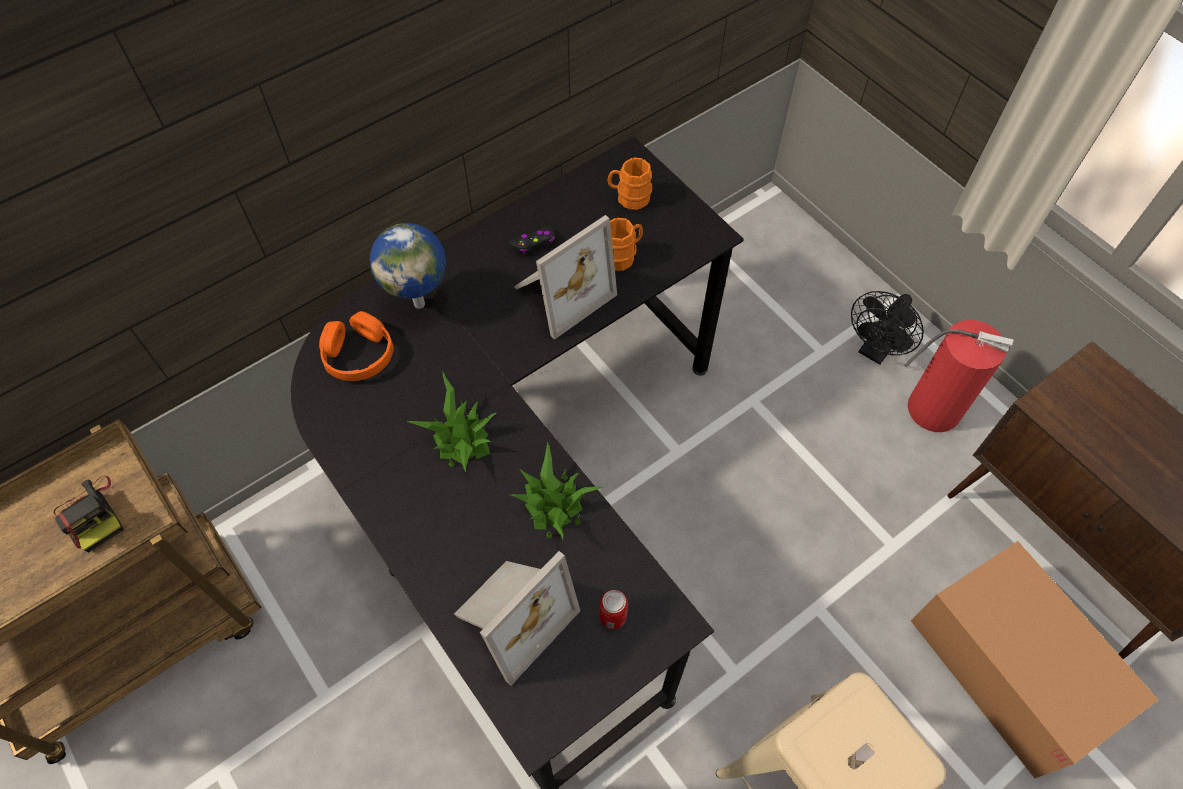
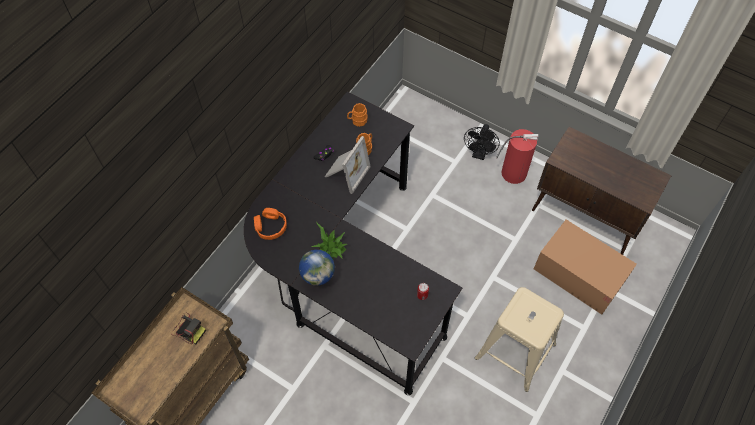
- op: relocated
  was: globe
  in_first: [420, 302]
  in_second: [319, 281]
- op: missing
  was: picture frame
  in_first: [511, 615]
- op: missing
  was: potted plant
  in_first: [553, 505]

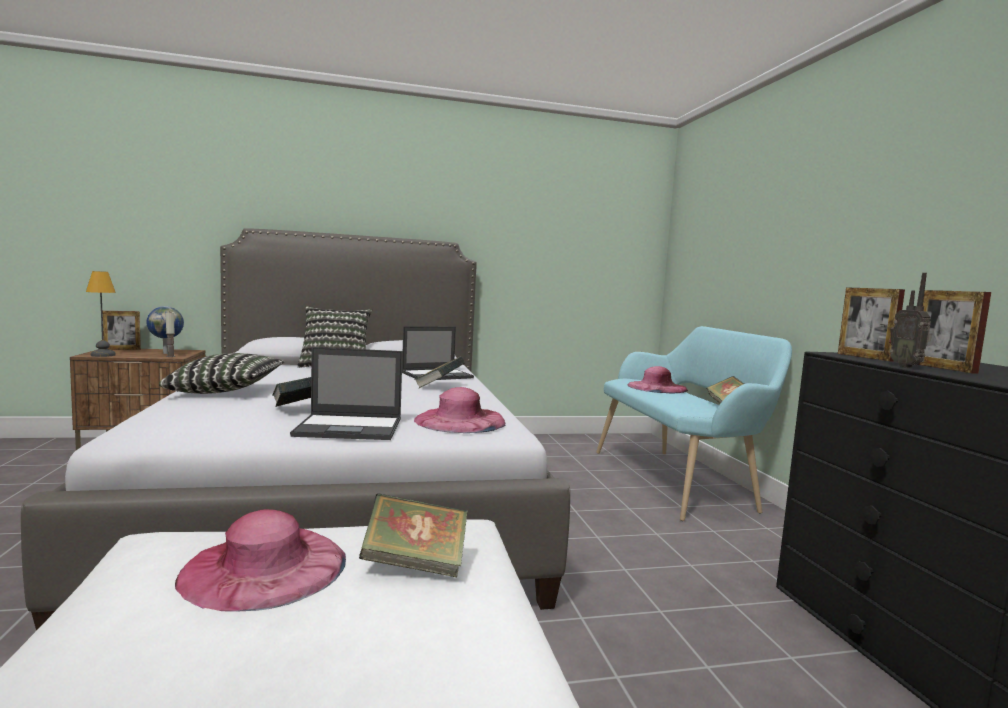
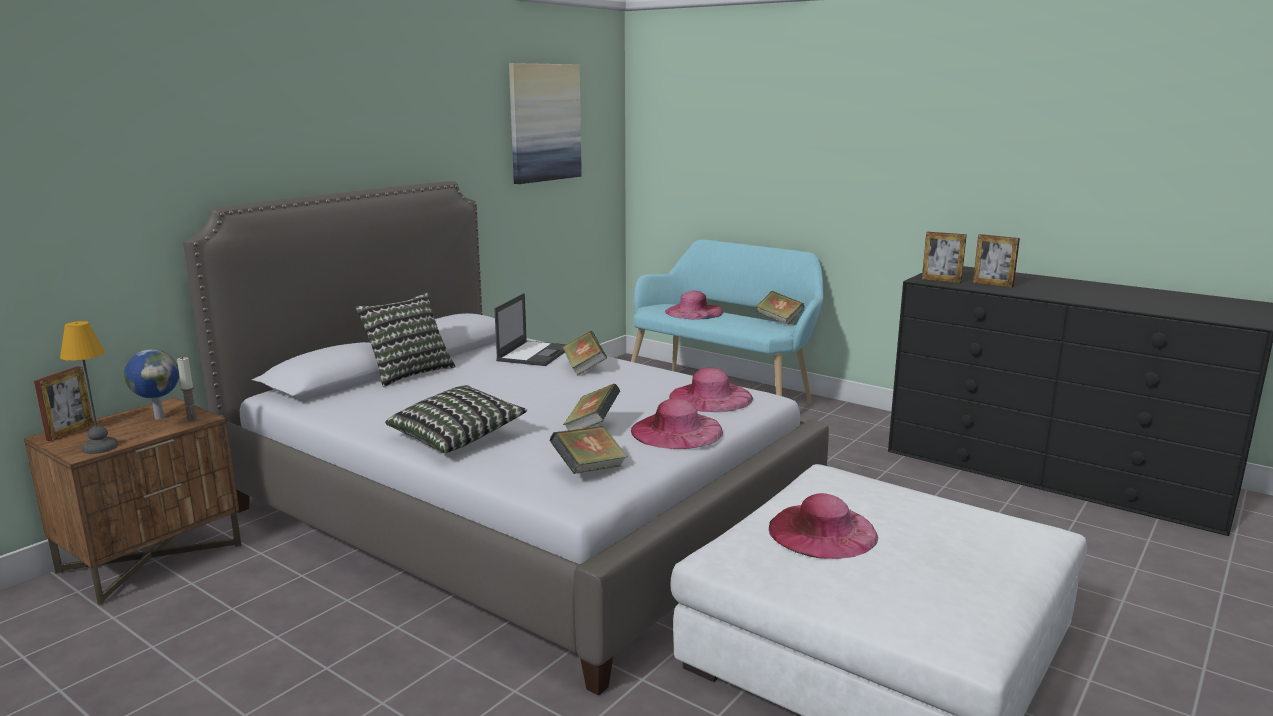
- op: exchanged
  was: laptop
  now: pink hat
  in_first: [350, 428]
  in_second: [676, 431]
- op: relocated
  was: book
  in_first: [415, 564]
  in_second: [589, 469]
- op: missing
  was: radio
  in_first: [907, 366]
- op: appeared
  now: picture
  in_second: [544, 123]

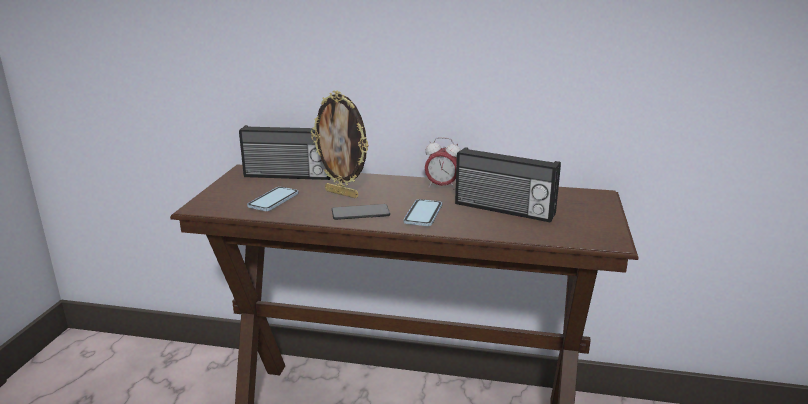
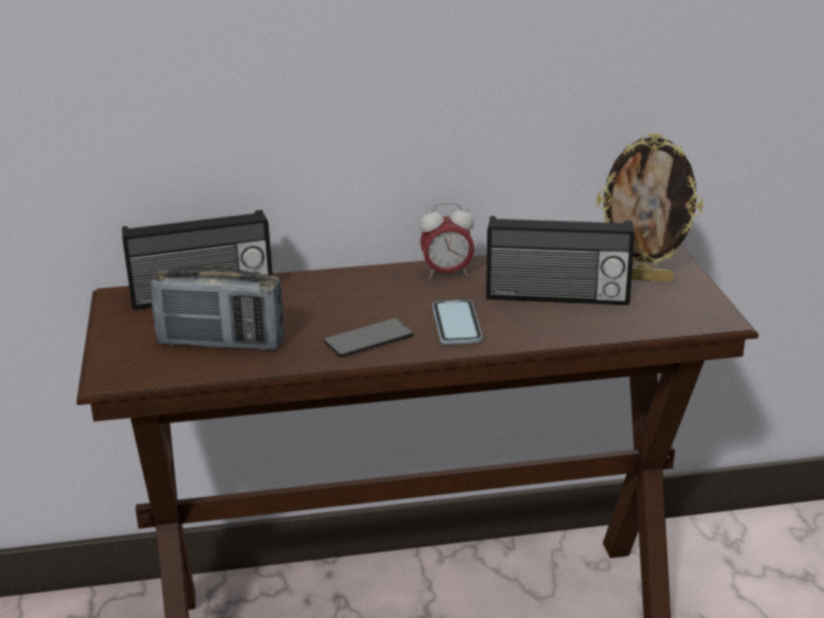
- op: exchanged
  was: phone
  now: radio
  in_first: [273, 200]
  in_second: [221, 343]
- op: relocated
  was: picture frame
  in_first: [342, 193]
  in_second: [643, 278]

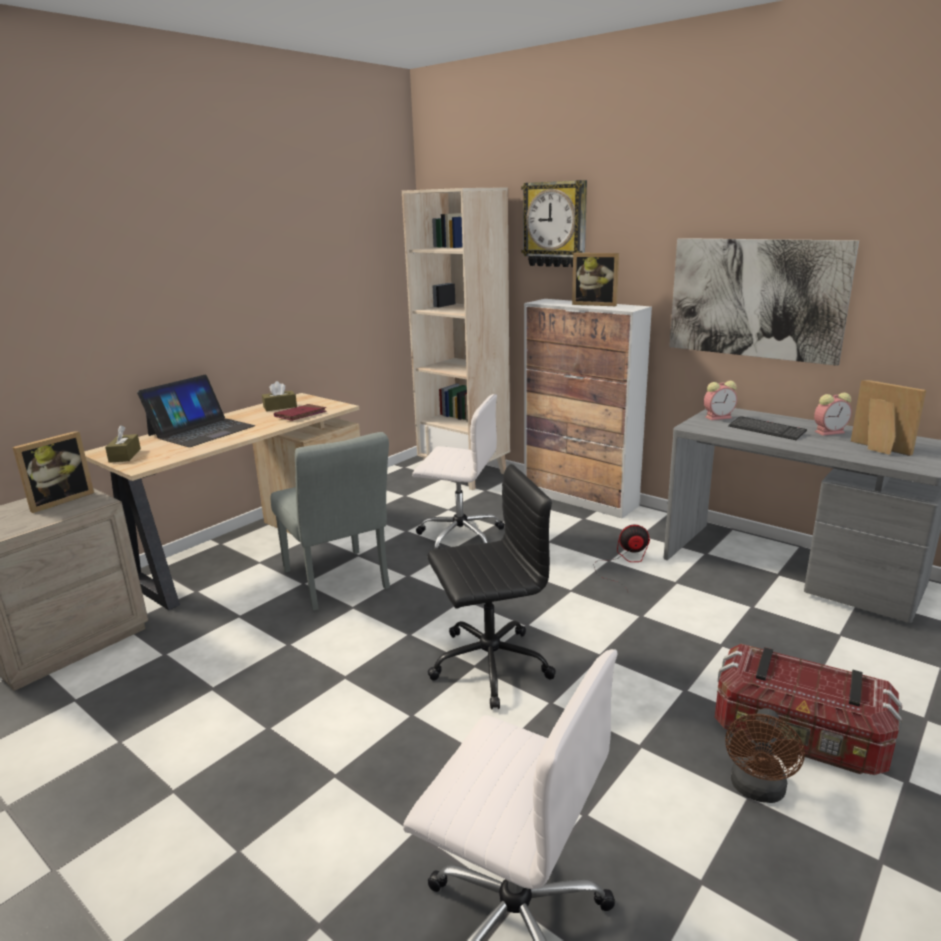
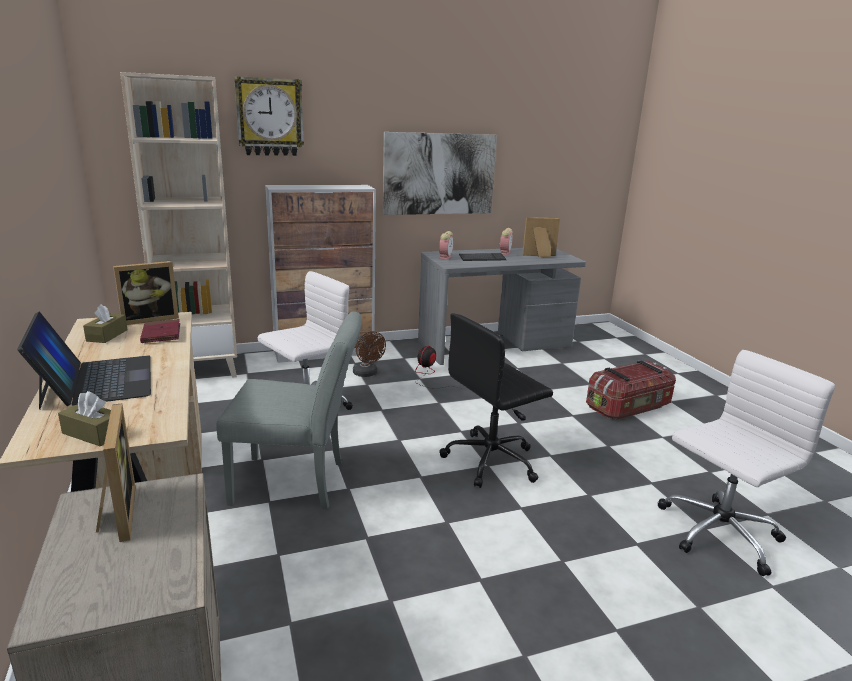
- op: spun
  was: black office chair
  in_first: [488, 665]
  in_second: [492, 460]
  clockwise: -135
- op: relocated
  was: picture frame
  in_first: [595, 304]
  in_second: [149, 319]
- op: relocated
  was: brown fan
  in_first: [757, 790]
  in_second: [367, 374]

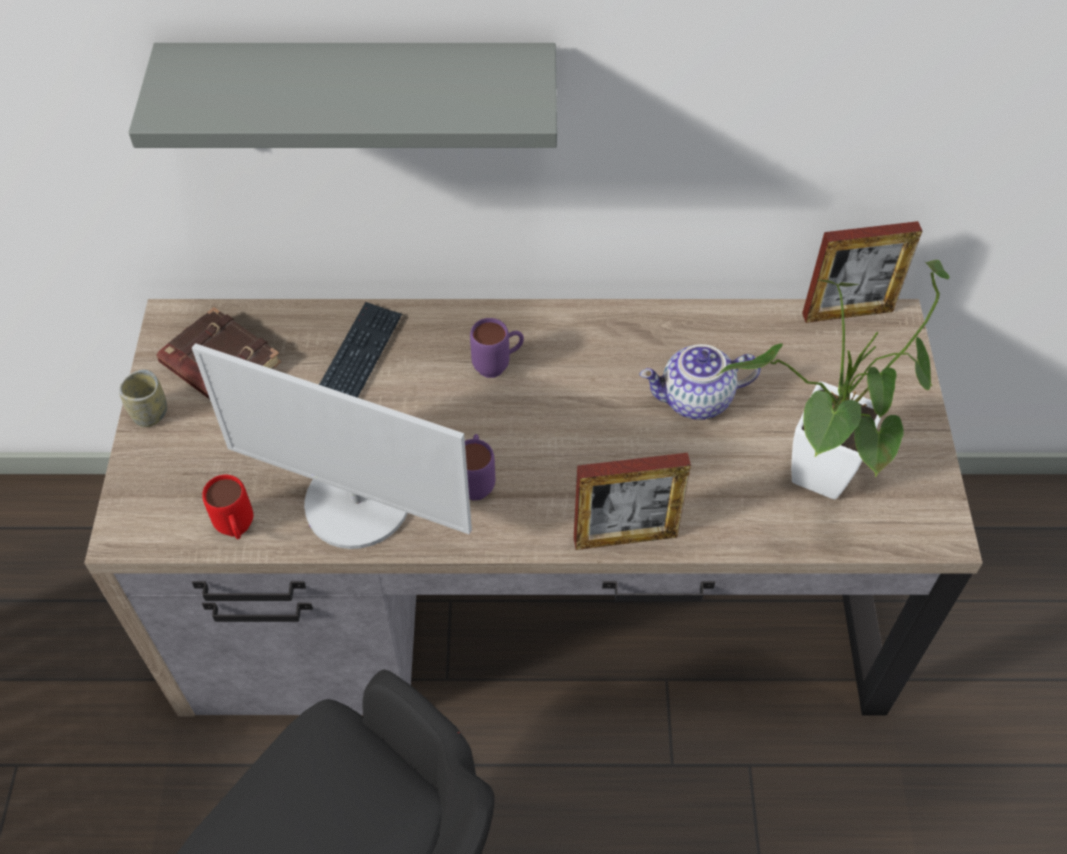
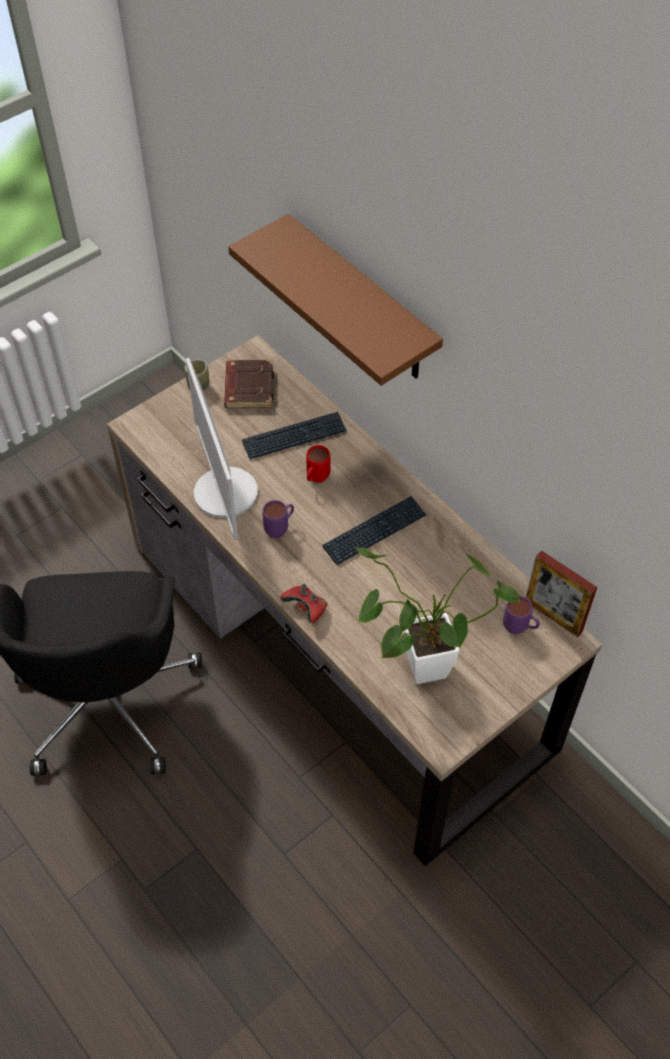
- op: colour
  was: grey shelf
  now: brown shelf
  in_first: [362, 95]
  in_second: [361, 302]
- op: relocated
  was: red mug
  in_first: [237, 531]
  in_second: [316, 479]
- op: relocated
  was: purple mug
  in_first: [498, 366]
  in_second: [519, 629]
- op: exchanged
  was: picture frame
  now: red game controller
  in_first: [625, 537]
  in_second: [306, 608]
- op: missing
  was: teapot
  in_first: [695, 401]
- op: appeared
  now: keyboard
  in_second: [375, 531]

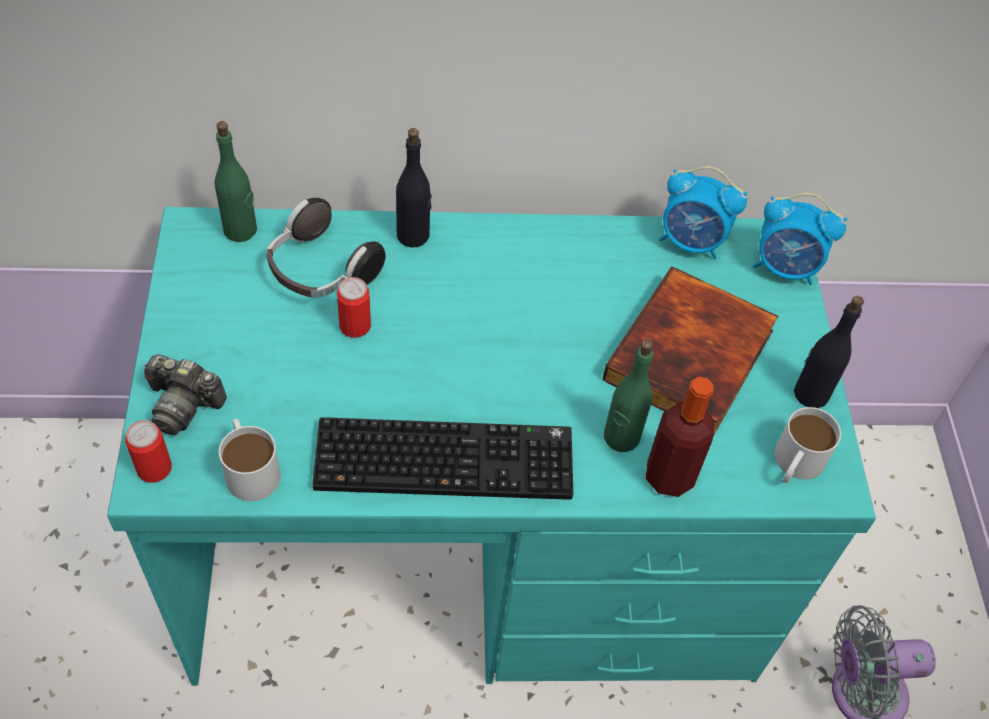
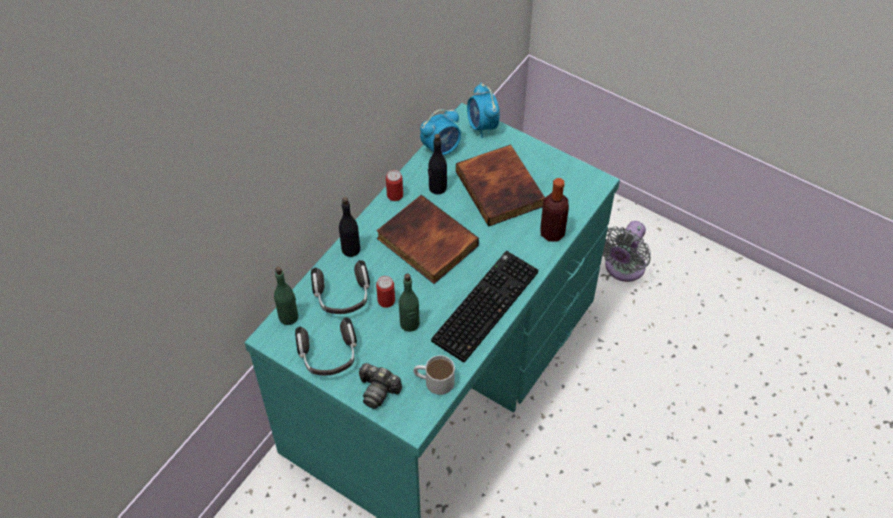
- op: relocated
  was: can
  in_first: [154, 468]
  in_second: [395, 195]
- op: spun
  was: photo camera
  in_first: [183, 404]
  in_second: [378, 390]
  clockwise: 60
- op: relocated
  was: green bottle
  in_first: [621, 437]
  in_second: [409, 324]
- op: spun
  was: alarm clock
  in_first: [785, 268]
  in_second: [482, 126]
  clockwise: 105
- op: missing
  was: white mug
  in_first: [795, 464]
- op: relocated
  was: black bottle
  in_first: [810, 394]
  in_second: [437, 188]
- op: appeared
  now: headphones
  in_second: [329, 356]
- op: appeared
  now: book
  in_second: [425, 243]

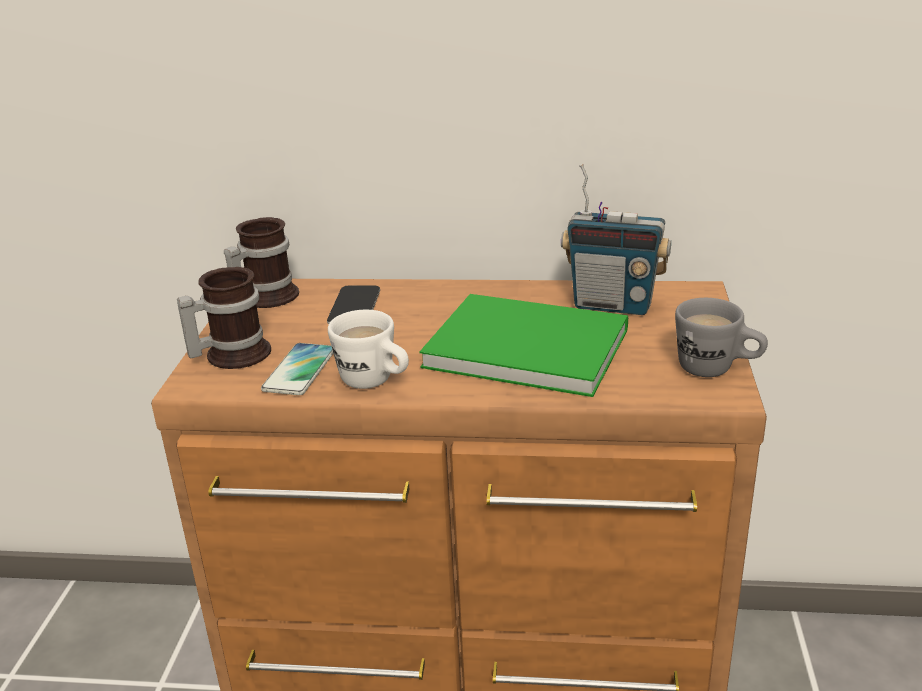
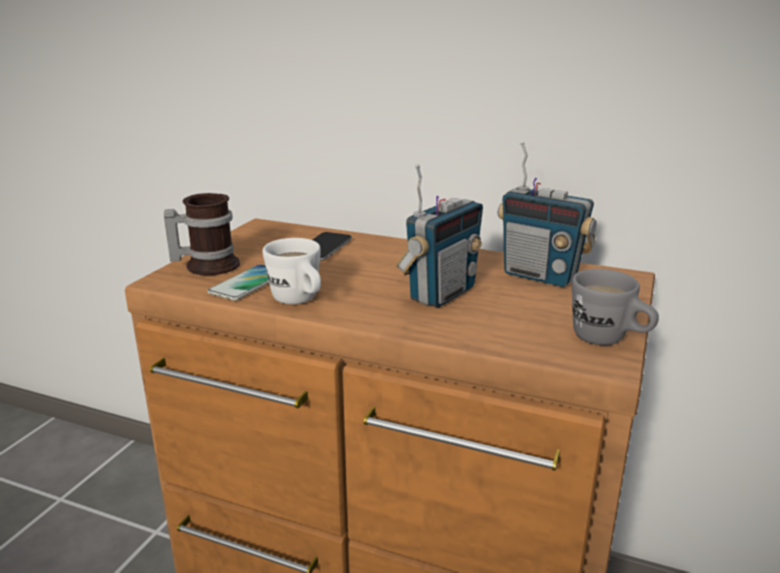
- op: missing
  was: mug
  in_first: [264, 297]
- op: exchanged
  was: green book
  now: radio
  in_first: [523, 345]
  in_second: [441, 293]

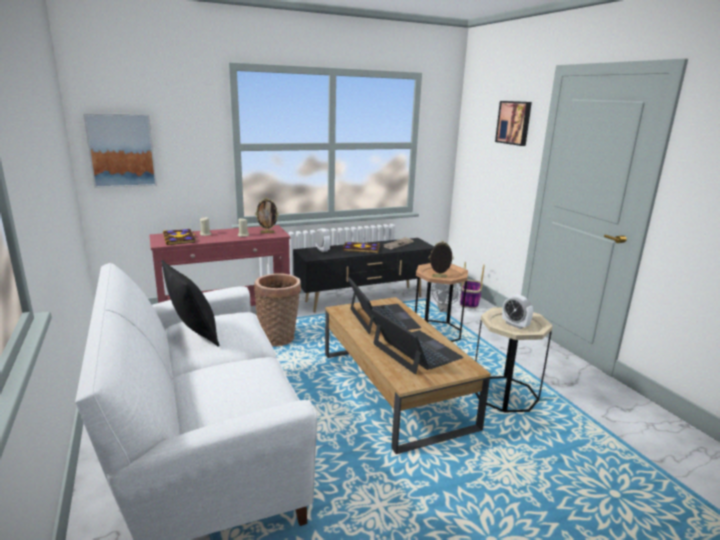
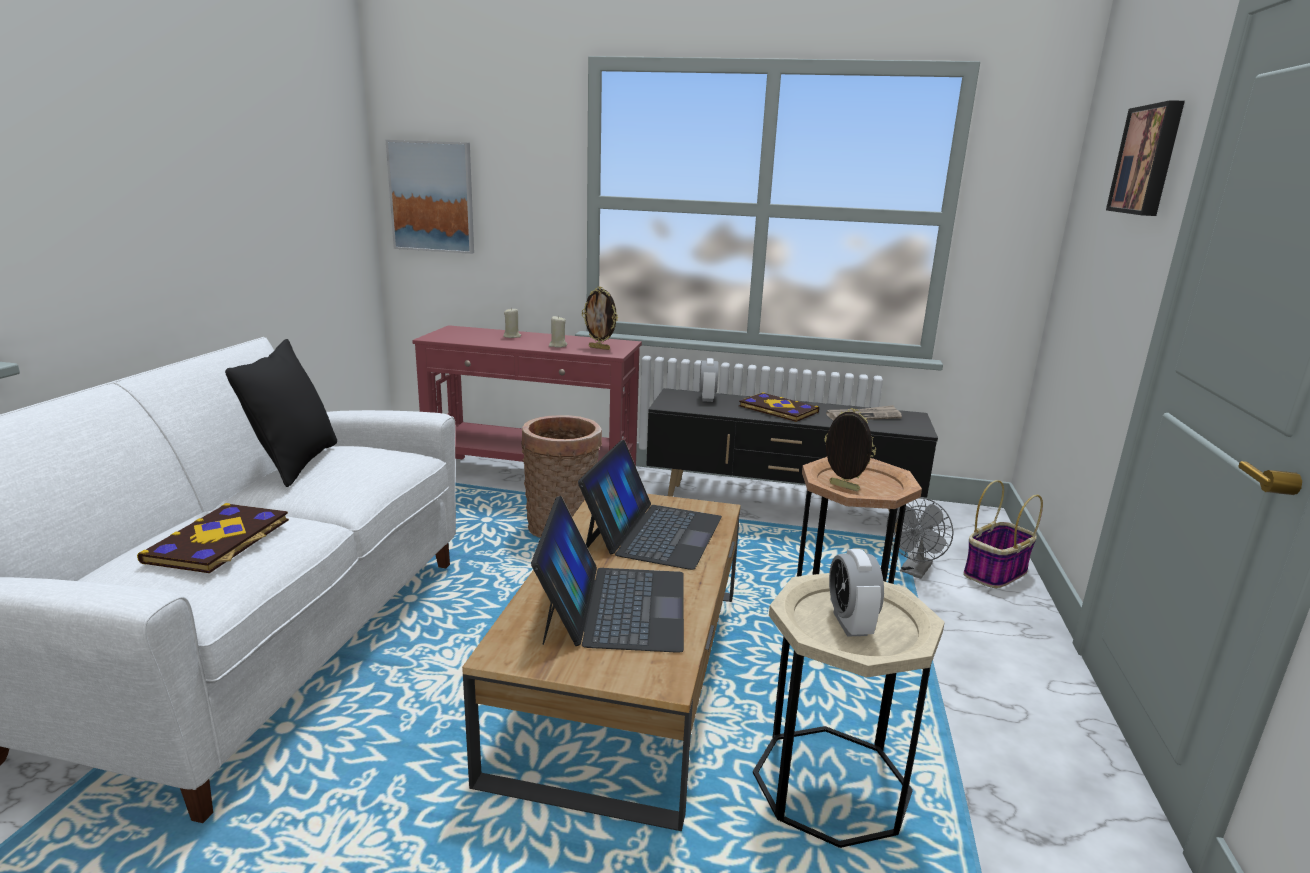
- op: relocated
  was: book
  in_first: [179, 238]
  in_second: [220, 541]

